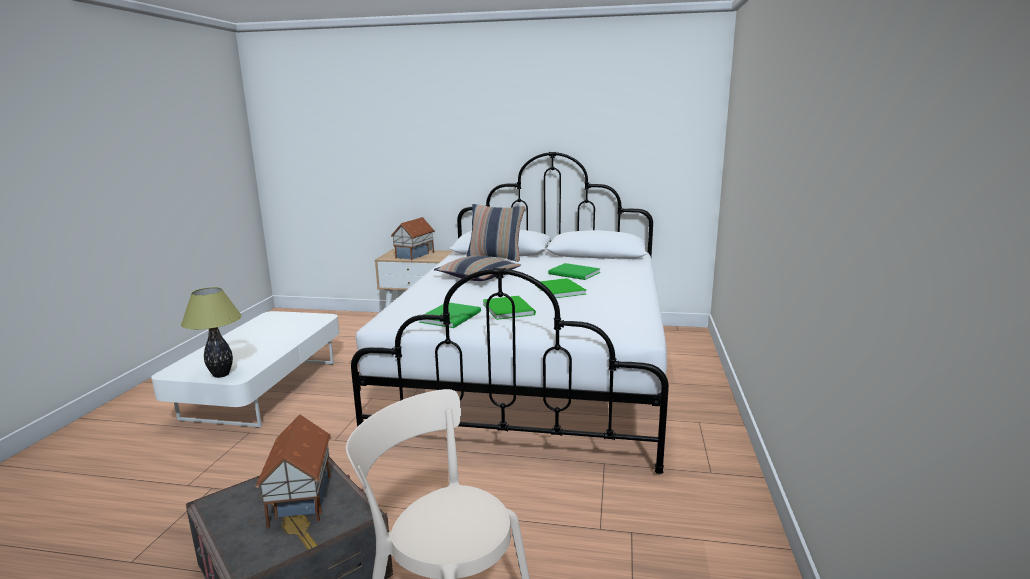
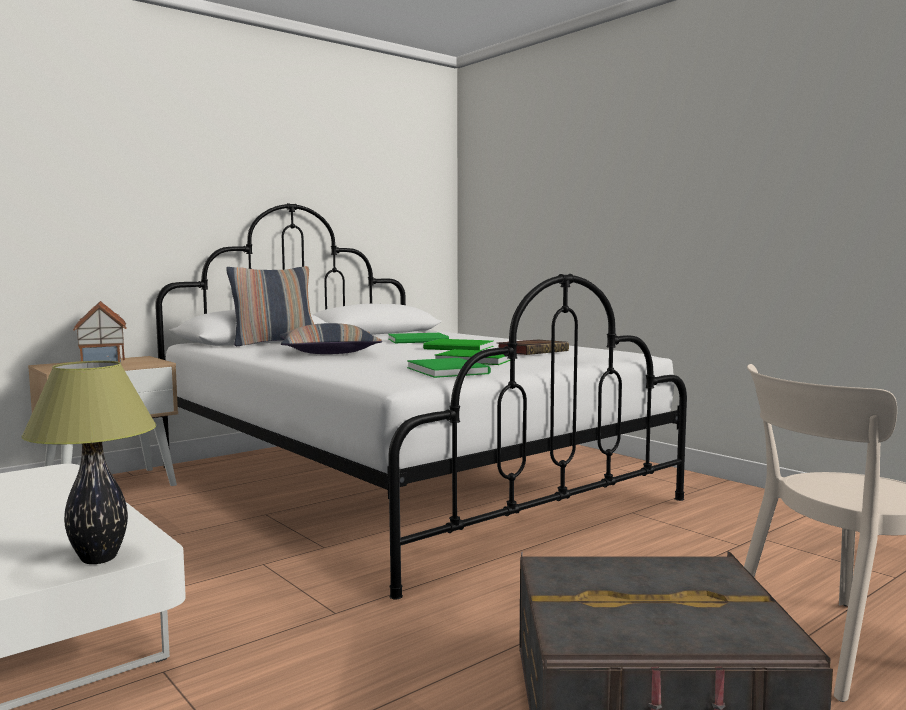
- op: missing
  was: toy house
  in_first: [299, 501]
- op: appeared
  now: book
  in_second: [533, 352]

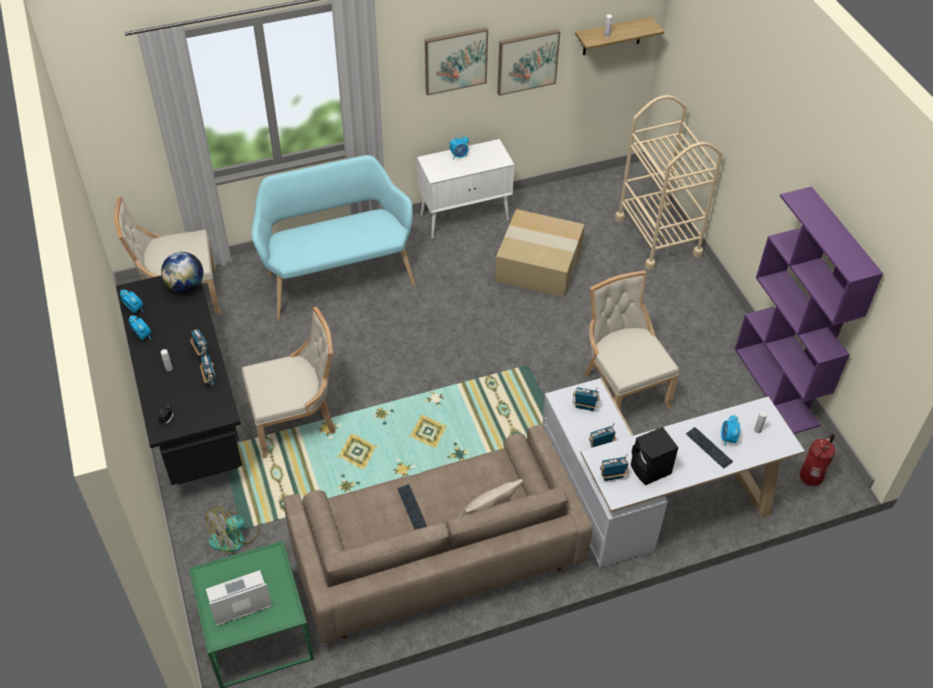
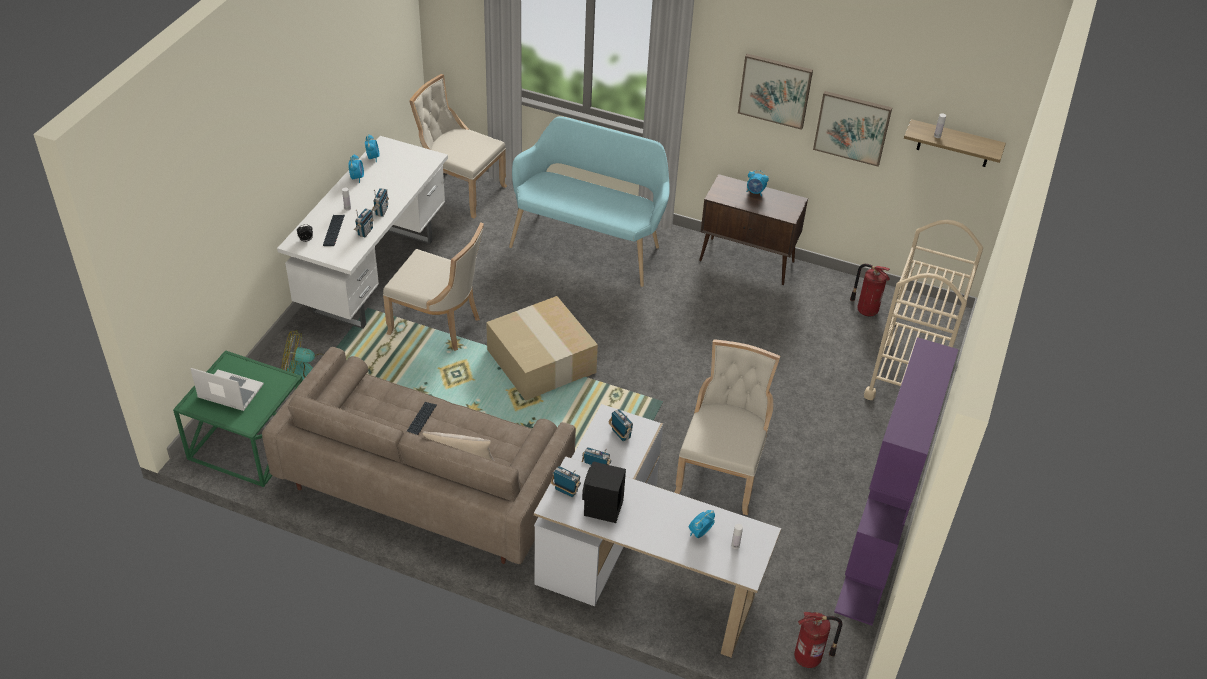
- op: colour
  was: black desk
  now: white desk
  in_first: [192, 416]
  in_second: [374, 275]
- op: missing
  was: globe
  in_first: [185, 286]
- op: colour
  was: white cabinet
  now: brown cabinet
  in_first: [465, 217]
  in_second: [747, 261]
- op: relocated
  was: cardboard box
  in_first: [540, 264]
  in_second: [543, 362]
- op: relocated
  was: keyboard
  in_first: [708, 448]
  in_second: [334, 231]
- op: appeared
  now: fire extinguisher
  in_second: [866, 310]

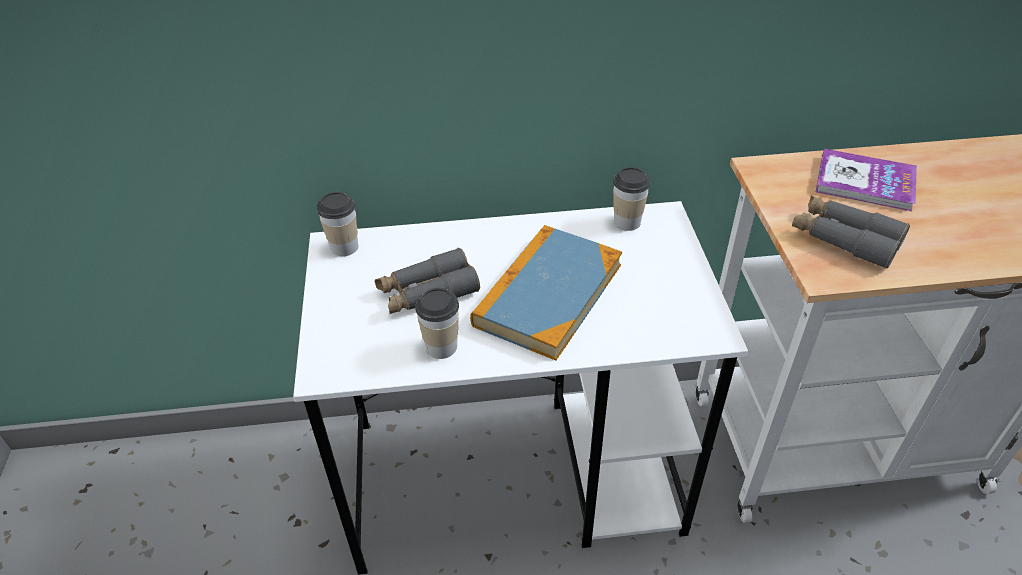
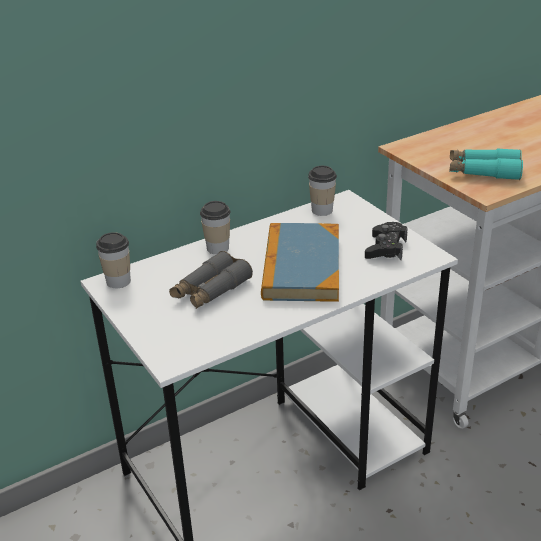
- op: relocated
  was: cup
  in_first: [441, 346]
  in_second: [218, 248]
- op: colour
  was: grey binoculars
  now: turquoise binoculars
  in_first: [844, 239]
  in_second: [483, 171]
- op: missing
  was: book
  in_first: [865, 182]
- op: appeared
  now: black game controller
  in_second: [386, 248]

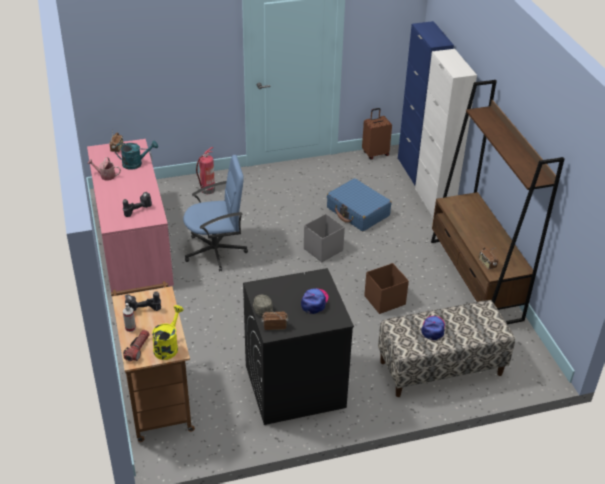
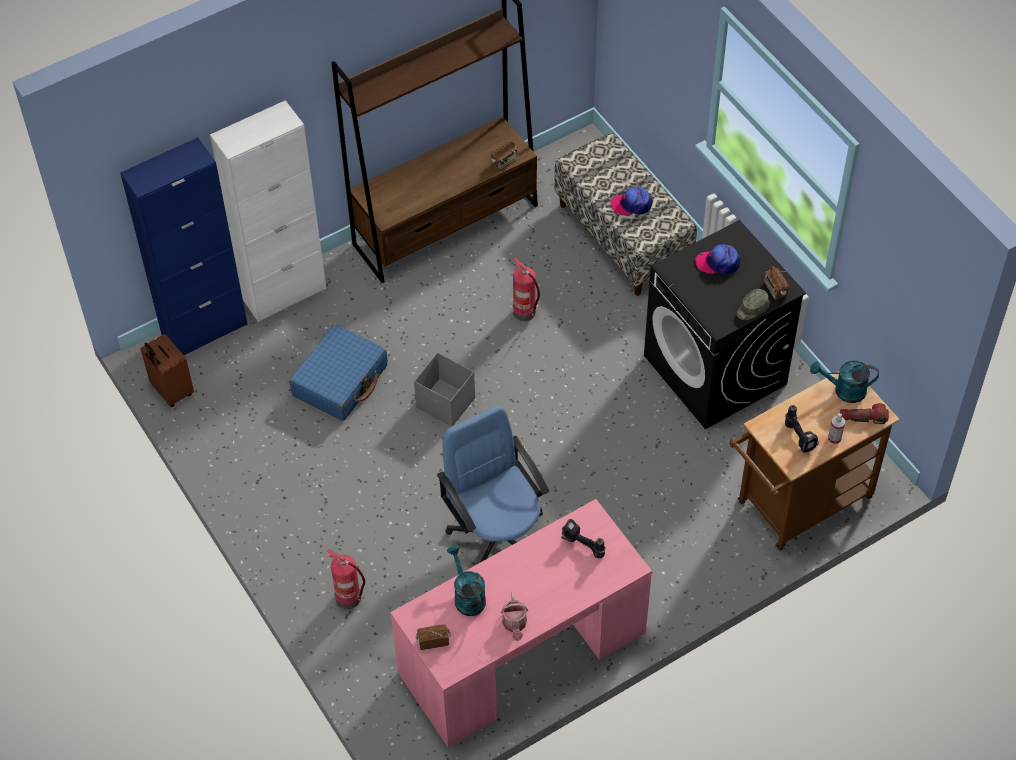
- op: colour
  was: yellow watering can
  now: turquoise watering can
  in_first: [168, 346]
  in_second: [844, 390]
- op: exchanged
  was: brown storage box
  now: fire extinguisher
  in_first: [384, 300]
  in_second: [525, 312]

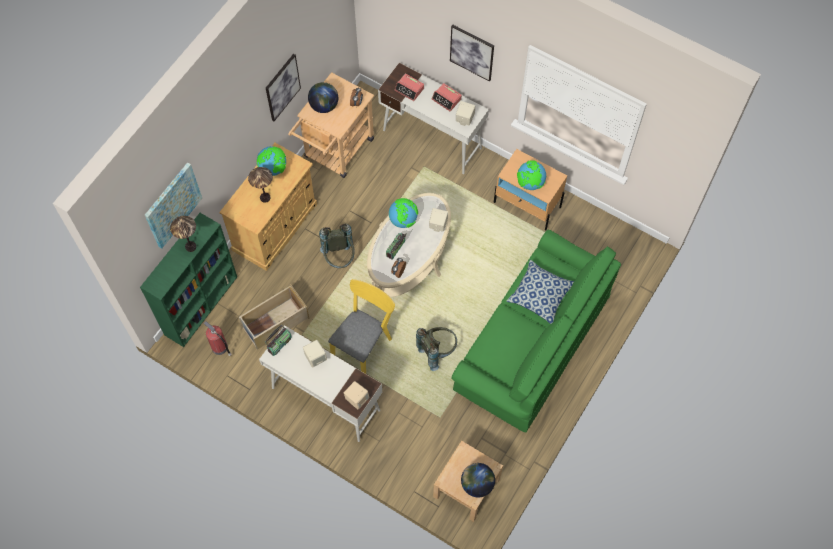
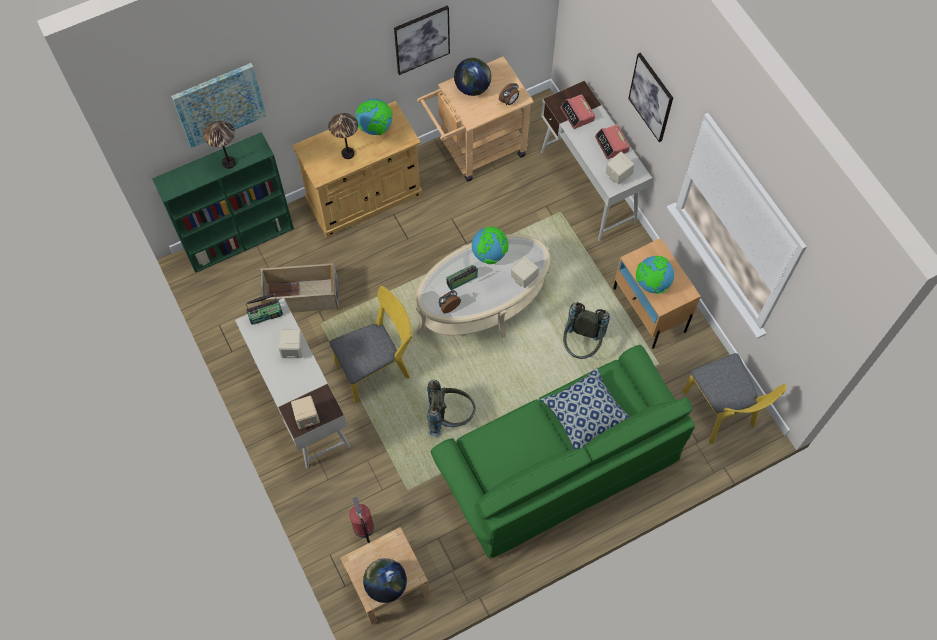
- op: relocated
  was: fire extinguisher
  in_first: [220, 348]
  in_second: [364, 528]
- op: relocated
  was: grey backpack
  in_first: [339, 258]
  in_second: [581, 345]
- op: appeared
  now: yellow chair
  in_second: [721, 413]

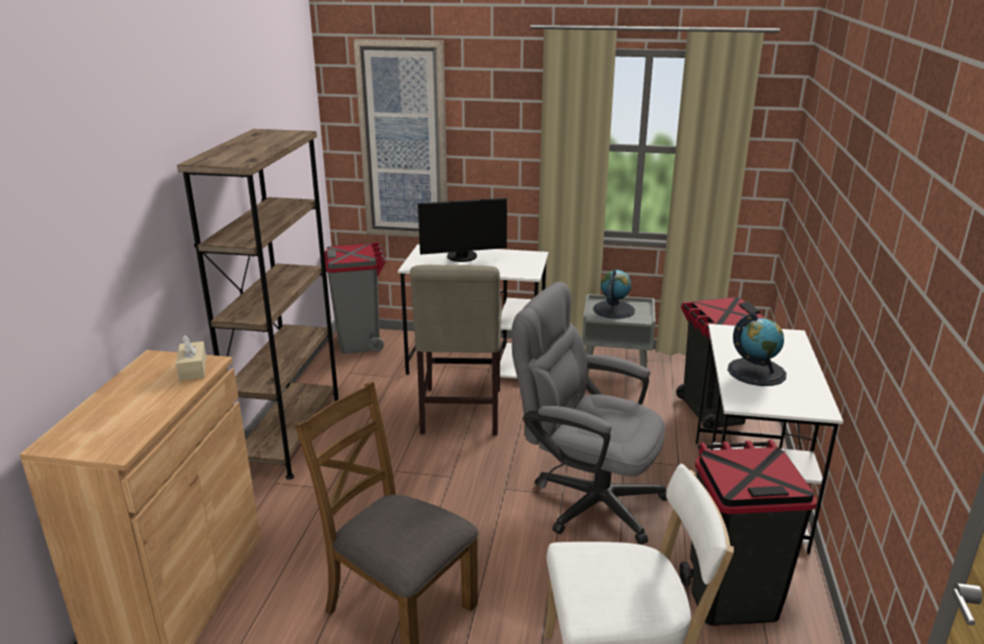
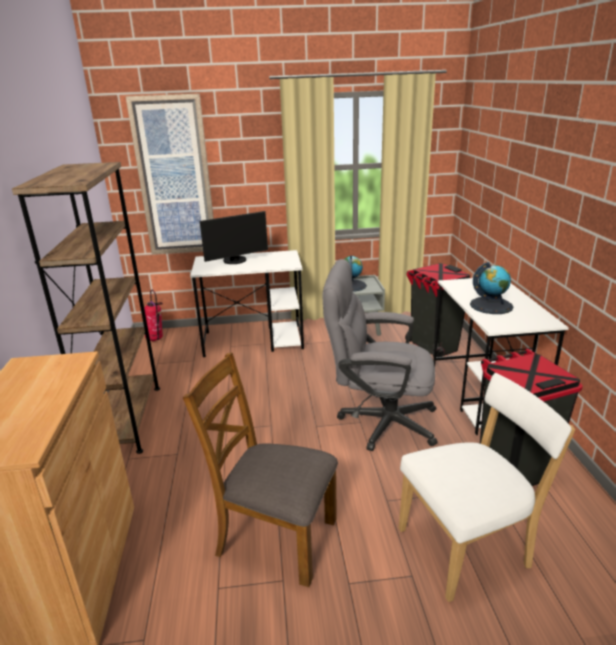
- op: missing
  was: beige tissue box
  in_first: [193, 369]
- op: exchanged
  was: grey trash can
  now: fire extinguisher
  in_first: [360, 341]
  in_second: [156, 339]
- op: missing
  was: beige chair
  in_first: [460, 414]

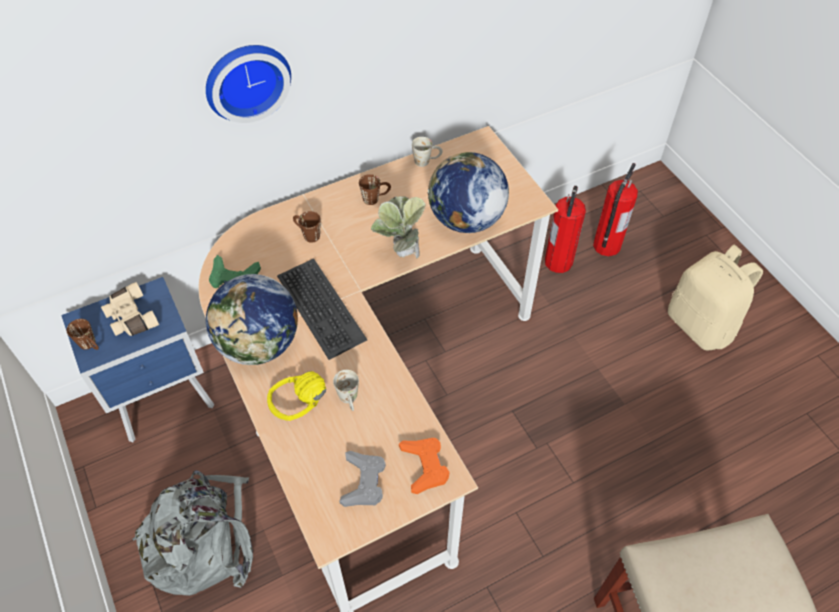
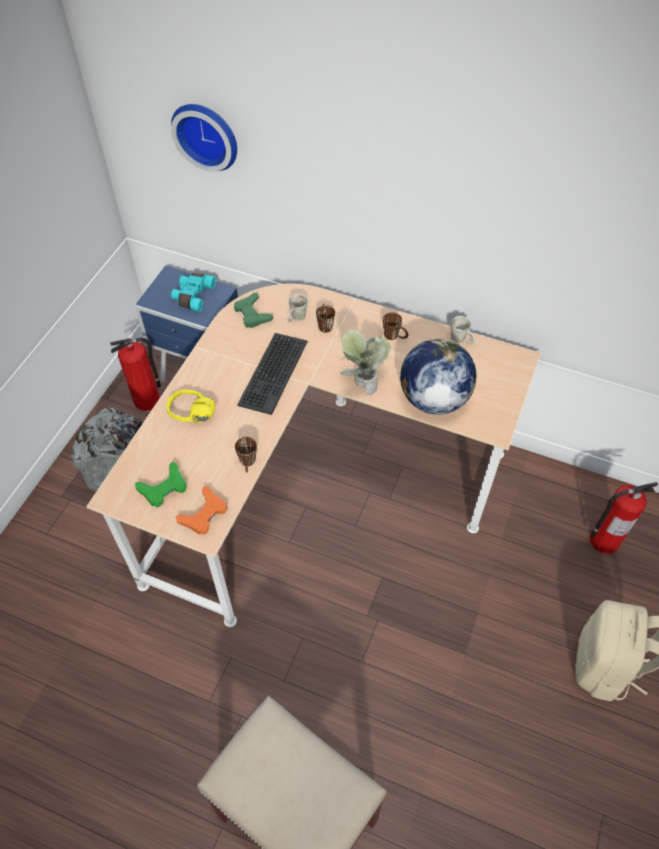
- op: relocated
  was: brown mug
  in_first: [91, 345]
  in_second: [248, 464]
- op: colour
  was: beige binoculars
  now: turquoise binoculars
  in_first: [130, 317]
  in_second: [192, 296]
- op: relocated
  was: wall clock
  in_first: [246, 79]
  in_second: [207, 134]
- op: missing
  was: globe
  in_first: [260, 344]
- op: relocated
  was: white mug
  in_first: [349, 400]
  in_second: [296, 319]
- op: colour
  was: grey game controller
  now: green game controller
  in_first: [363, 482]
  in_second: [164, 488]
- op: relocated
  was: fire extinguisher
  in_first: [558, 261]
  in_second: [147, 400]

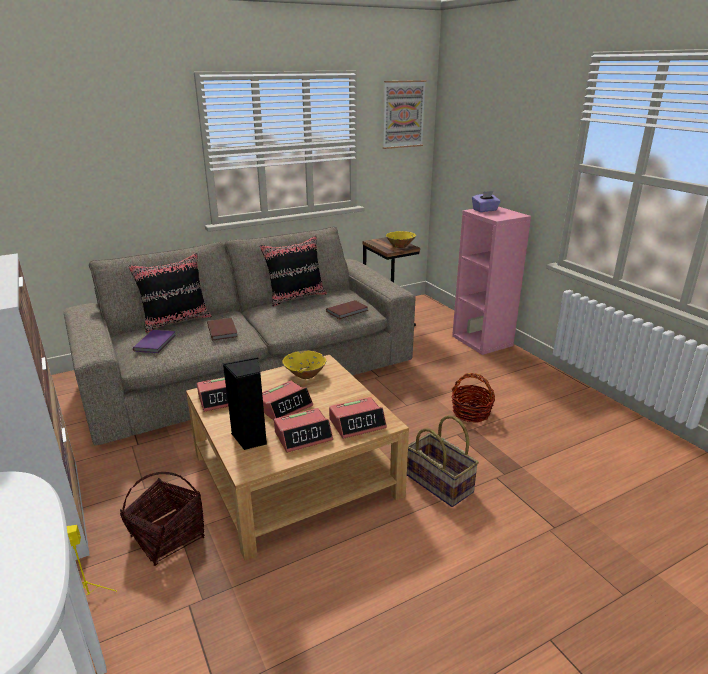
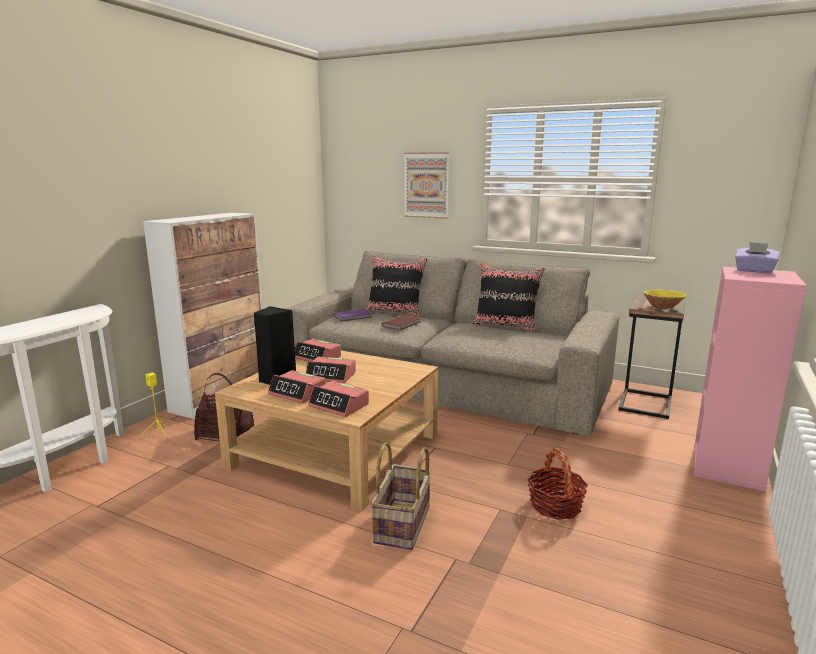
- op: missing
  was: yellow bowl
  in_first: [305, 375]
- op: missing
  was: brown book
  in_first: [348, 311]
- op: relocated
  was: picture
  in_first: [403, 114]
  in_second: [426, 185]

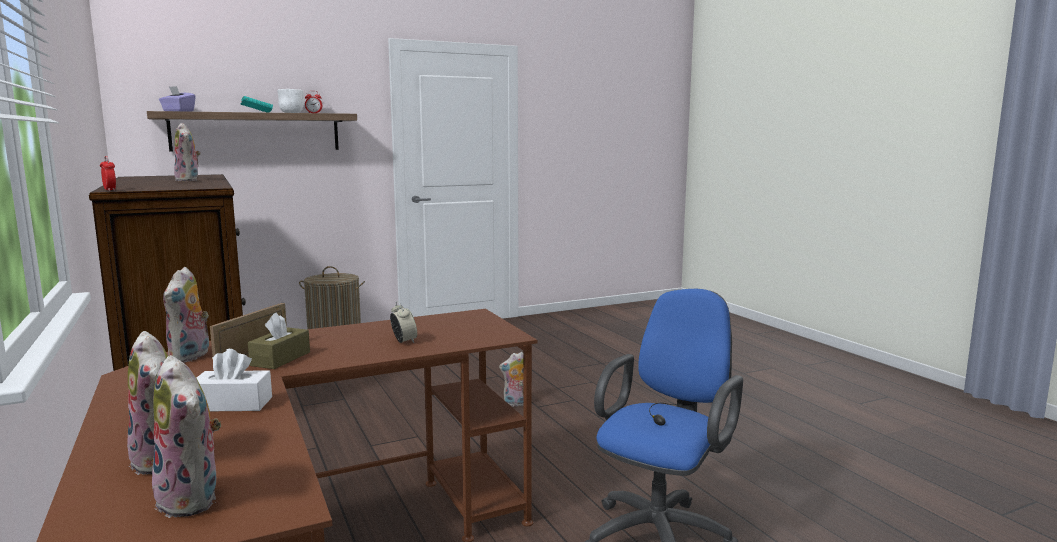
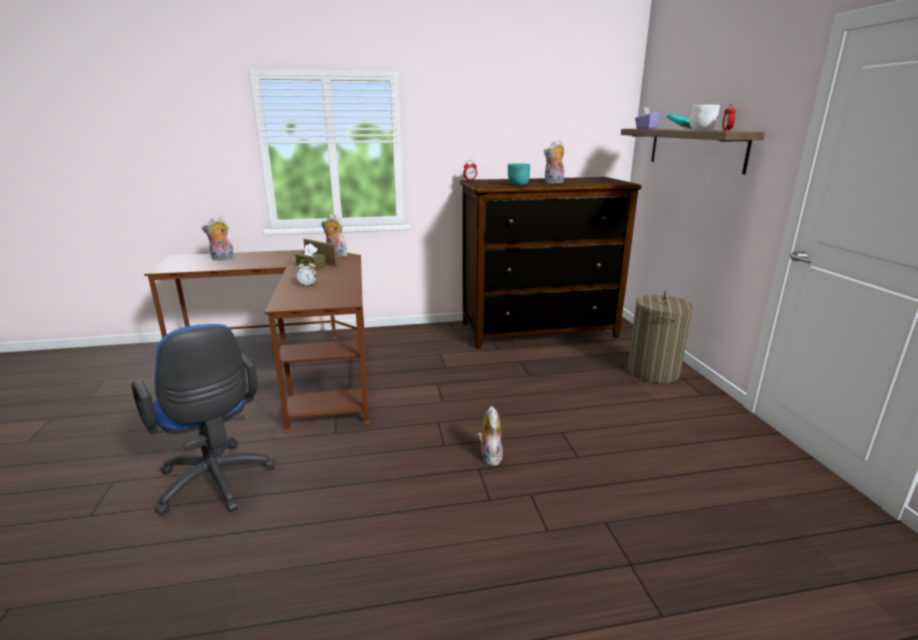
- op: missing
  was: plush toy
  in_first: [193, 499]
- op: missing
  was: white tissue box
  in_first: [232, 404]
- op: appeared
  now: turquoise bowl
  in_second: [518, 185]

